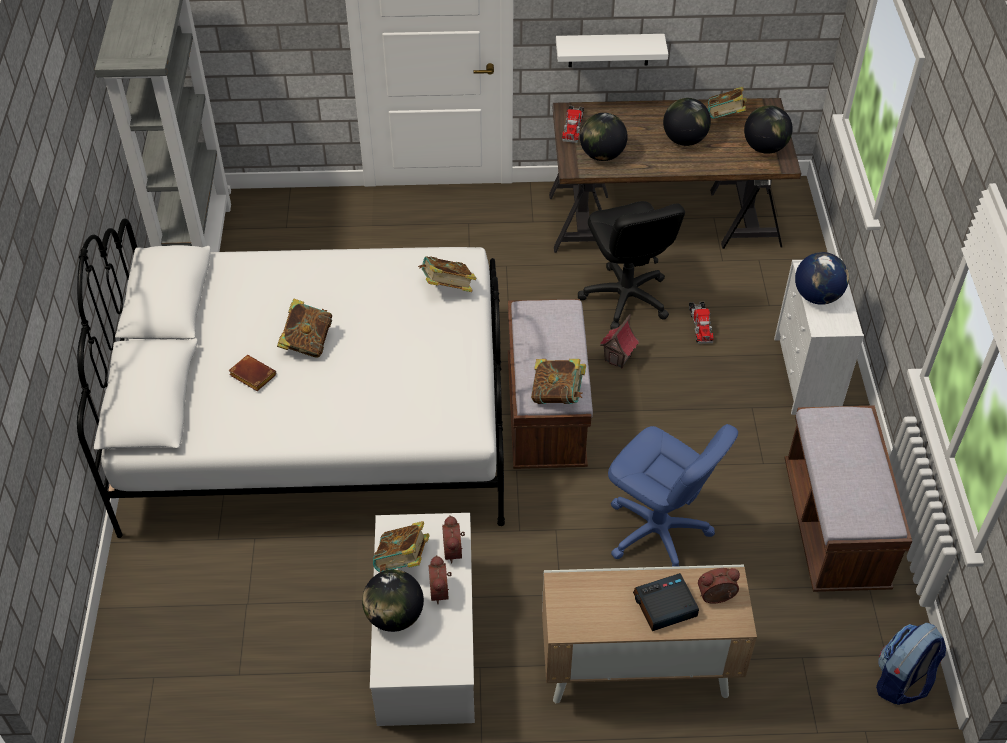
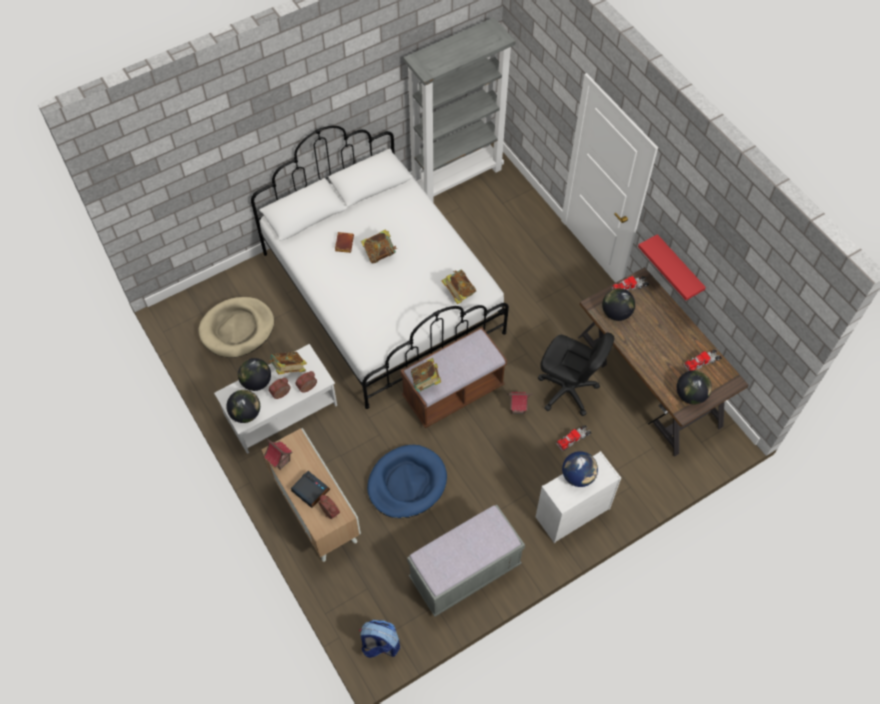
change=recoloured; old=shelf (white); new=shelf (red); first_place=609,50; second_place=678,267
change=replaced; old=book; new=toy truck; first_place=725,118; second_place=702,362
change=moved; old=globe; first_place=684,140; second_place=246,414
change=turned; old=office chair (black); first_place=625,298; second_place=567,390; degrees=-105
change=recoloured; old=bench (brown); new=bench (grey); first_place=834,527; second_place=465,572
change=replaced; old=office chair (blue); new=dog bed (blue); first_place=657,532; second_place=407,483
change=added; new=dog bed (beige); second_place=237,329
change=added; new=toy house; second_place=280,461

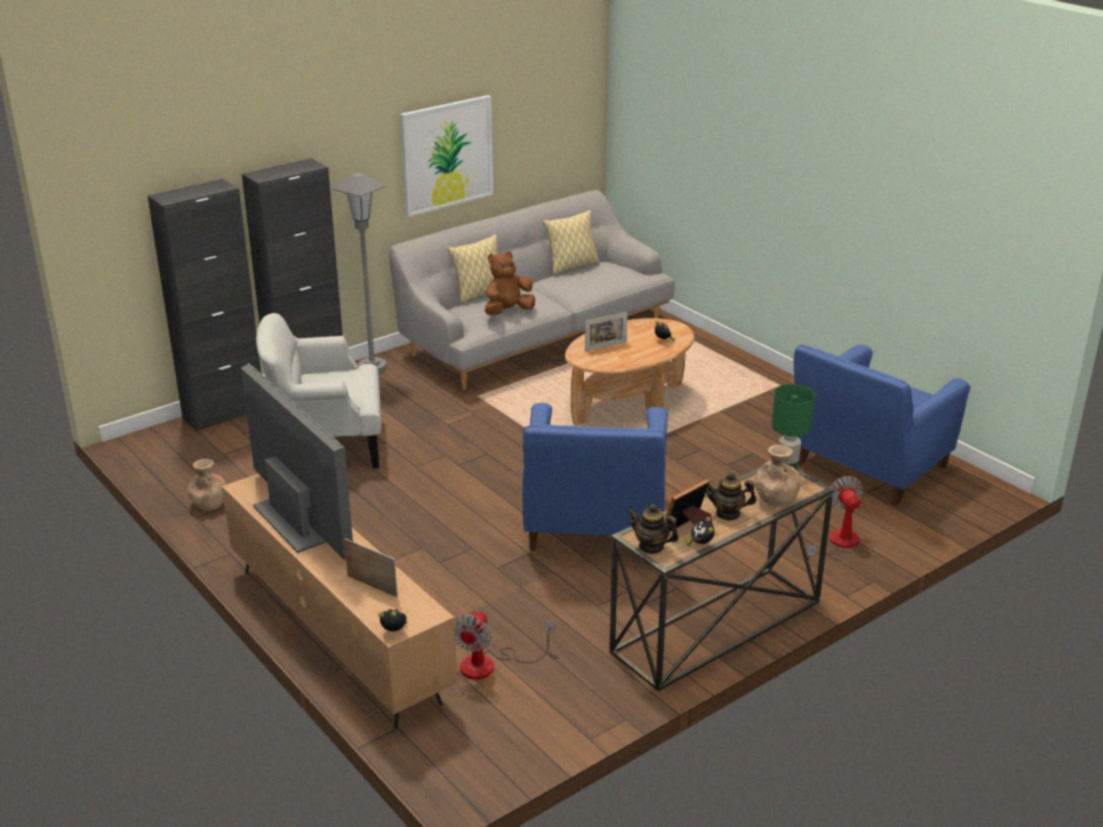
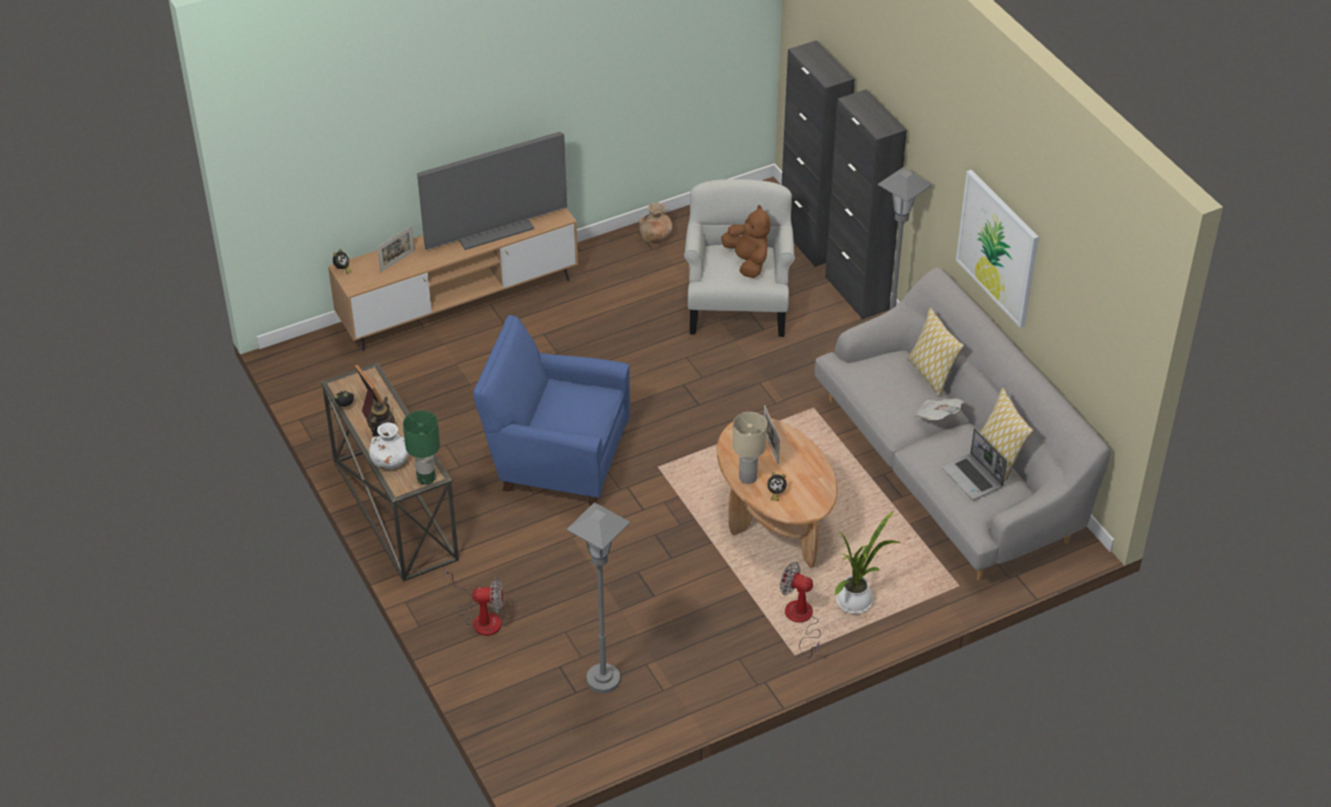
change=moved; old=plush toy (brown); first_place=508,311; second_place=748,262
change=replaced; old=armchair (blue); new=floor lamp (grey); first_place=866,468; second_place=603,679
change=recoloured; old=vase (brown); new=vase (white); first_place=775,499; second_place=391,462
change=removed; old=teapot; first_place=651,546
change=moved; old=fan; first_place=489,665; second_place=801,620
change=added; new=newspaper; second_place=937,417
change=added; new=table lamp (beige); second_place=747,477
change=added; new=laptop; second_place=973,478
change=added; new=potted plant; second_place=857,601

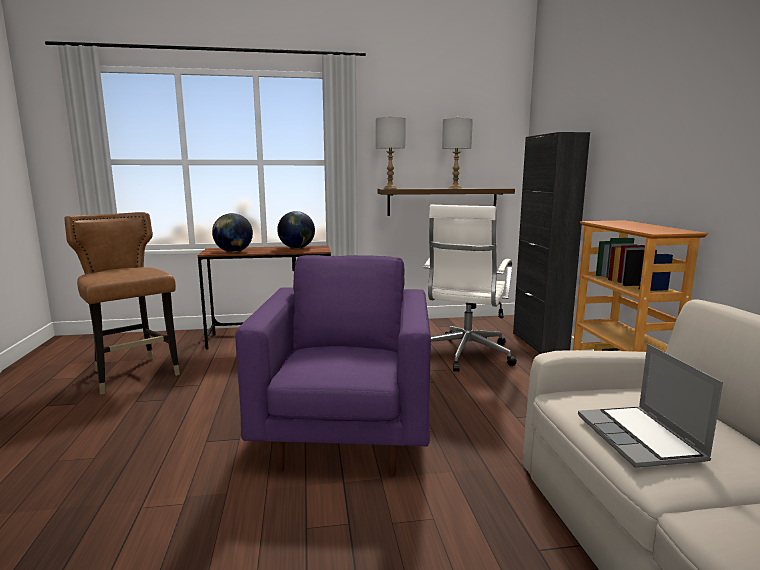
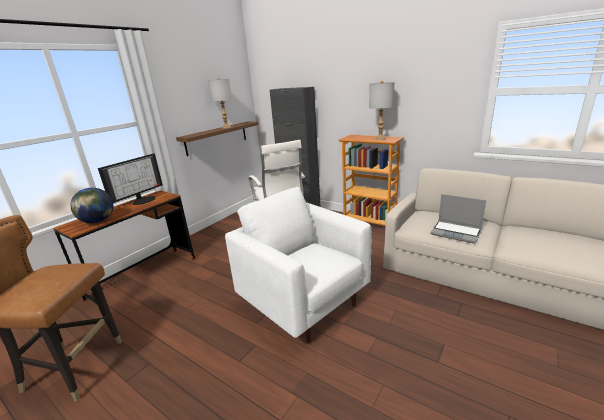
change=moved; old=table lamp (grey); first_place=390,188; second_place=380,138
change=replaced; old=globe; new=monitor; first_place=297,248; second_place=143,200
change=recoloured; old=armchair (purple); new=armchair (white); first_place=345,436; second_place=304,303

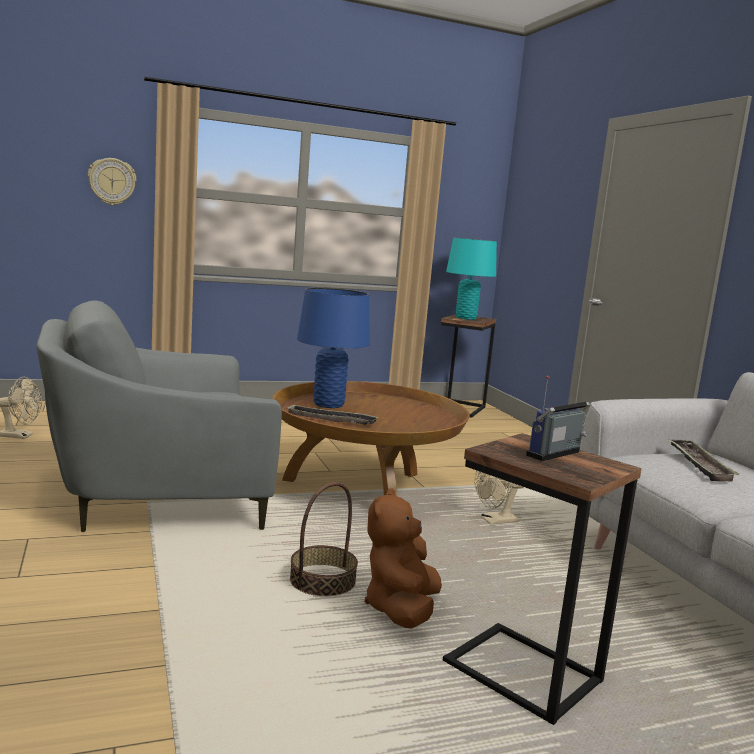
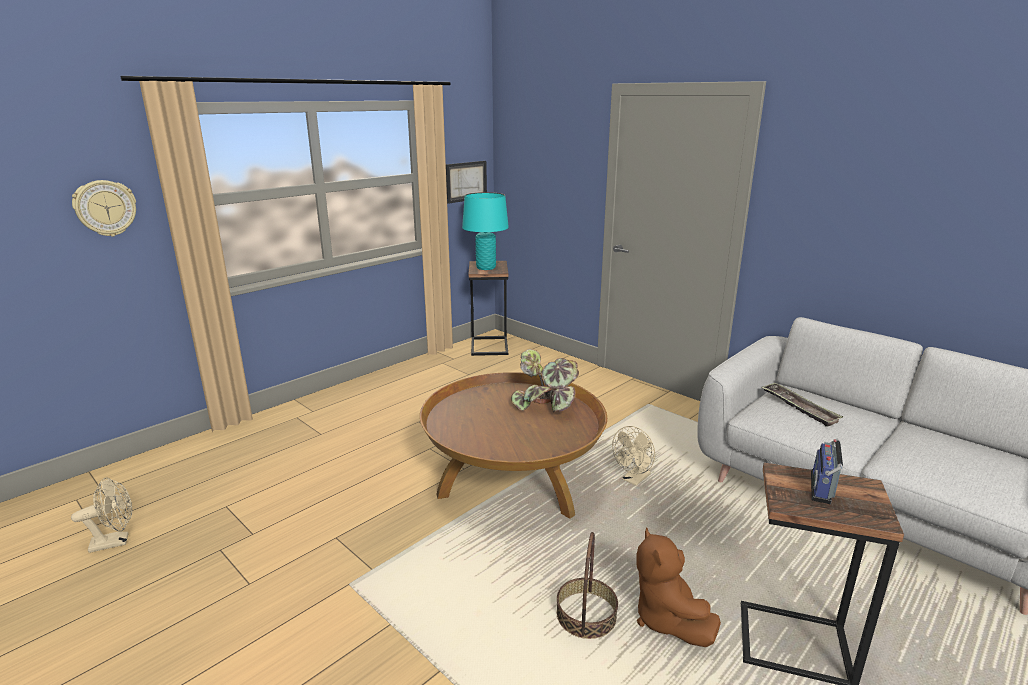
change=removed; old=table lamp (blue); first_place=328,404
change=removed; old=armchair (grey); first_place=157,499
change=removed; old=tray; first_place=331,420
change=added; new=picture; second_place=466,181
change=added; new=potted plant; second_place=546,406

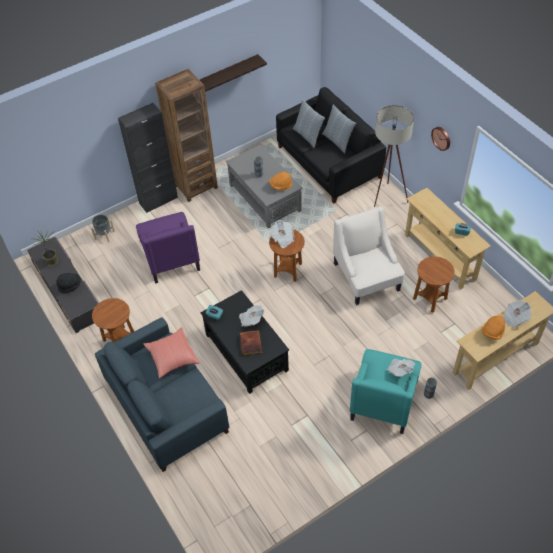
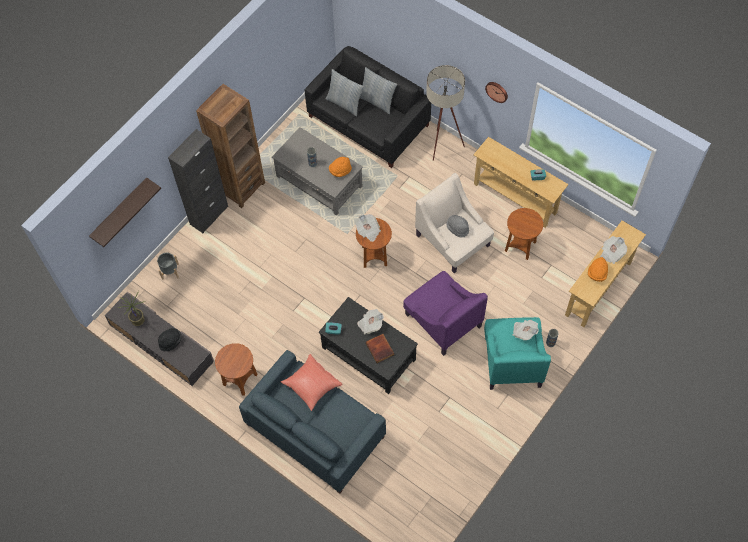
change=moved; old=shelf; first_place=227,74; second_place=120,211
change=moved; old=armchair (purple); first_place=170,256; second_place=442,319
change=added; new=hat (grey); second_place=457,228

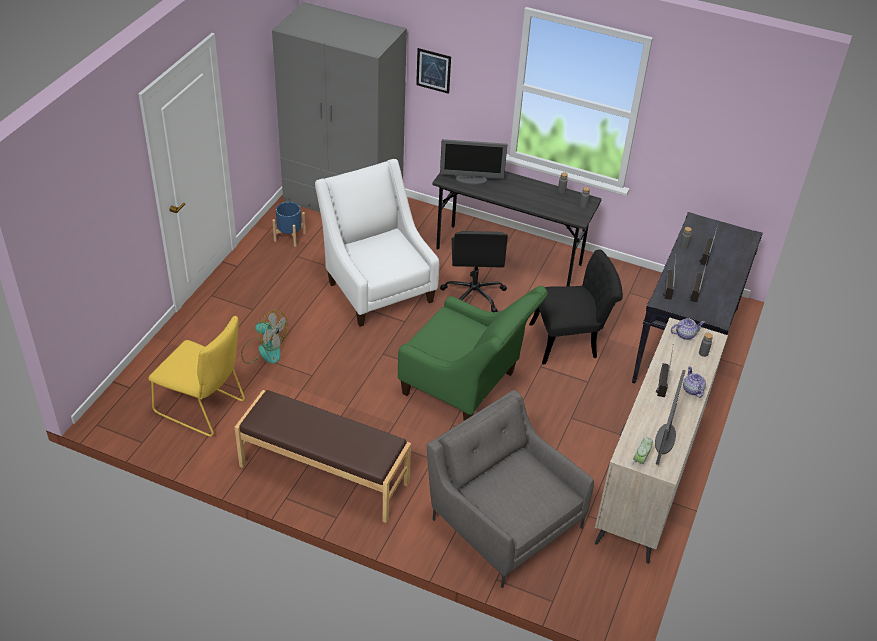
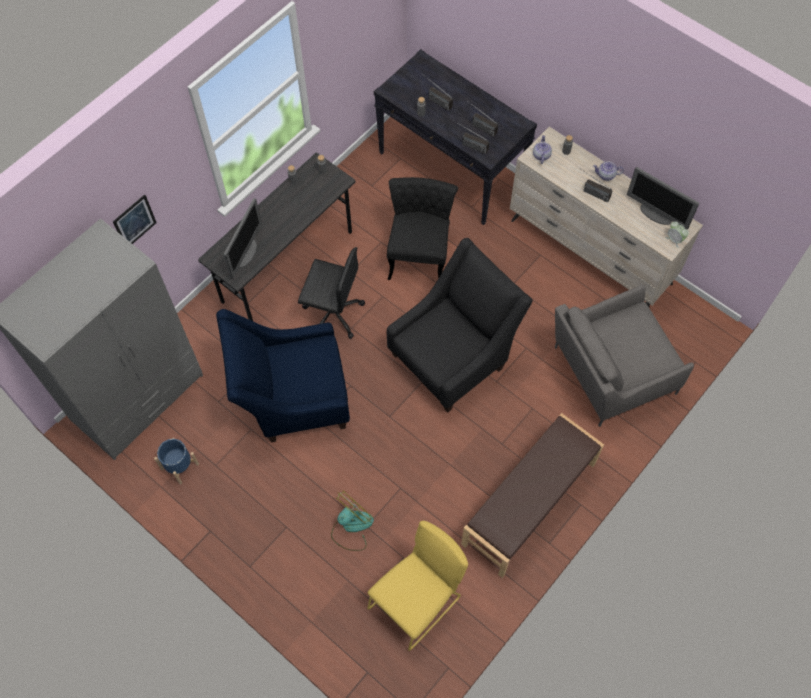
change=recoloured; old=armchair (white); new=armchair (blue); first_place=377,287; second_place=292,398
change=recoloured; old=armchair (green); new=armchair (black); first_place=466,387; second_place=454,357

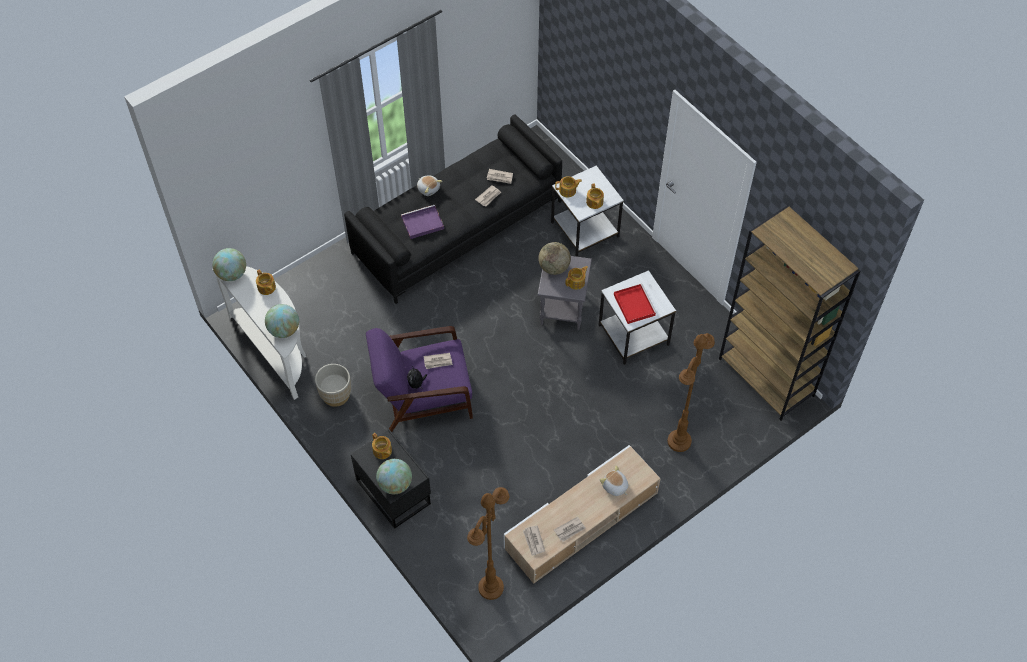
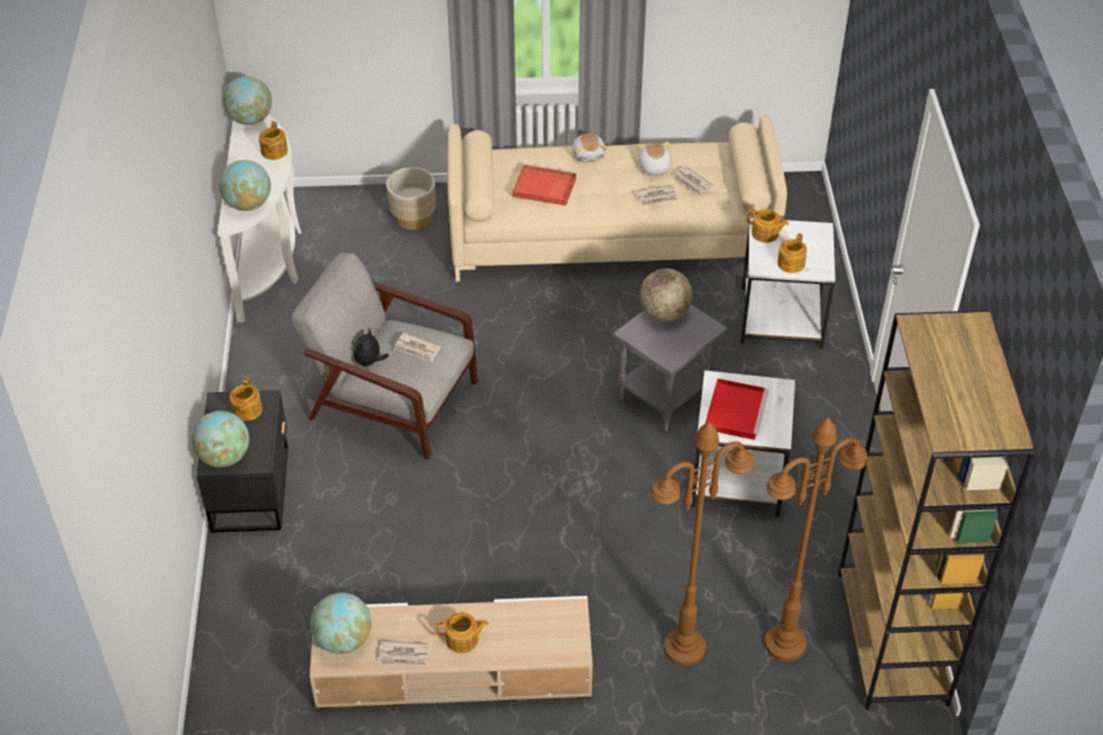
change=recoloured; old=sofa (black); new=sofa (beige); first_place=457,227; second_place=612,235
change=recoloured; old=tray (purple); new=tray (red); first_place=422,223; second_place=543,187
change=moved; old=teapot; first_place=576,282; second_place=463,640
change=recoloured; old=armchair (purple); new=armchair (grey); first_place=422,395; second_place=391,399
change=moved; old=planter (beige); first_place=336,395; second_place=413,217
change=moved; old=plush toy; first_place=614,486; second_place=654,168
change=moved; old=floor lamp (brown); first_place=491,588; second_place=785,644
change=replaced; old=newspaper; new=globe; first_place=533,541; second_place=343,640

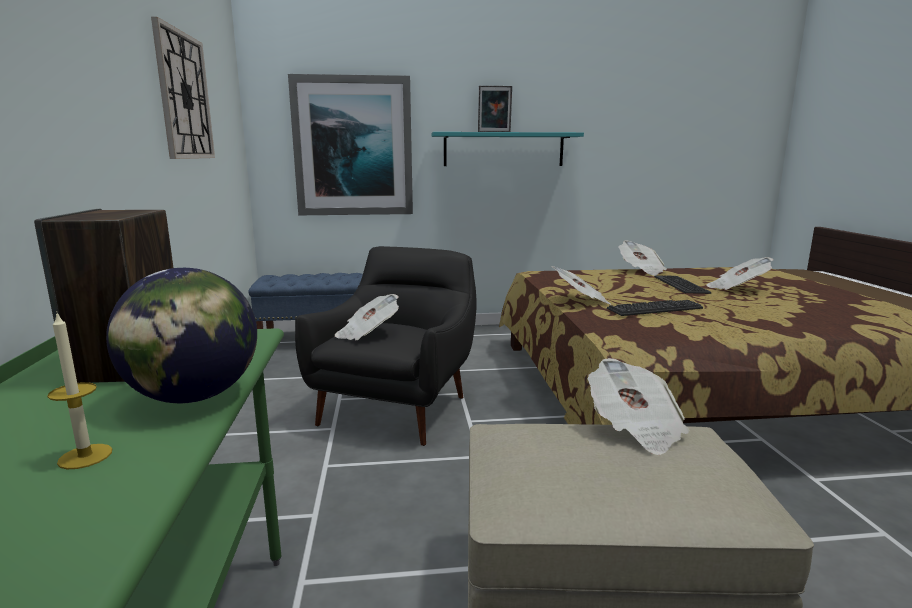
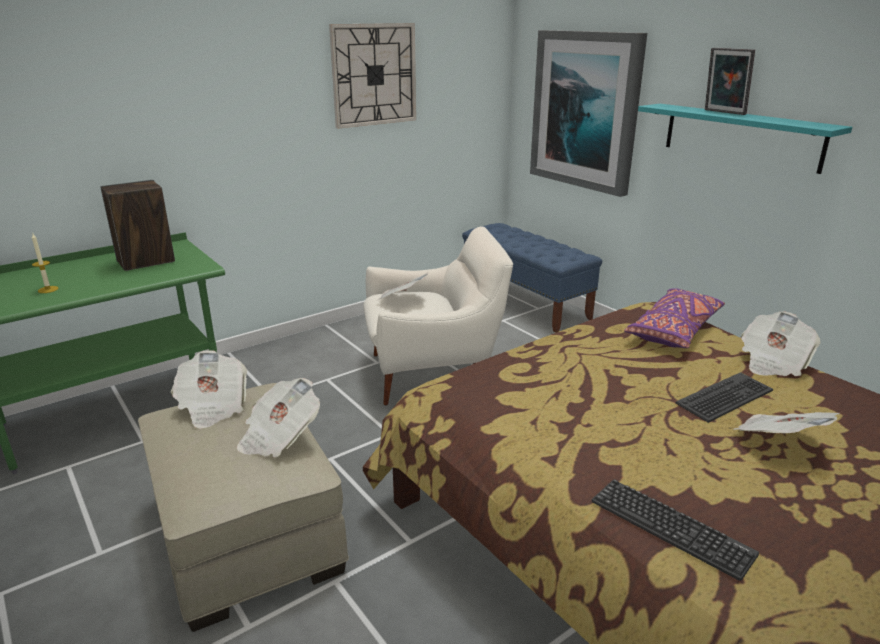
change=recoloured; old=armchair (black); new=armchair (white); first_place=396,407; second_place=433,373
change=moved; old=newspaper; first_place=581,301; second_place=213,406
change=removed; old=globe; first_place=193,397
change=moved; old=keyboard; first_place=654,309; second_place=670,527
change=added; new=pillow (purple); second_place=674,330

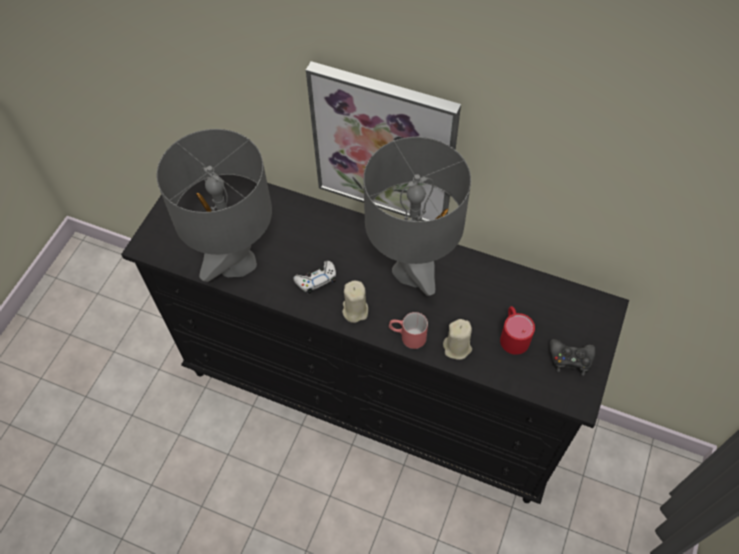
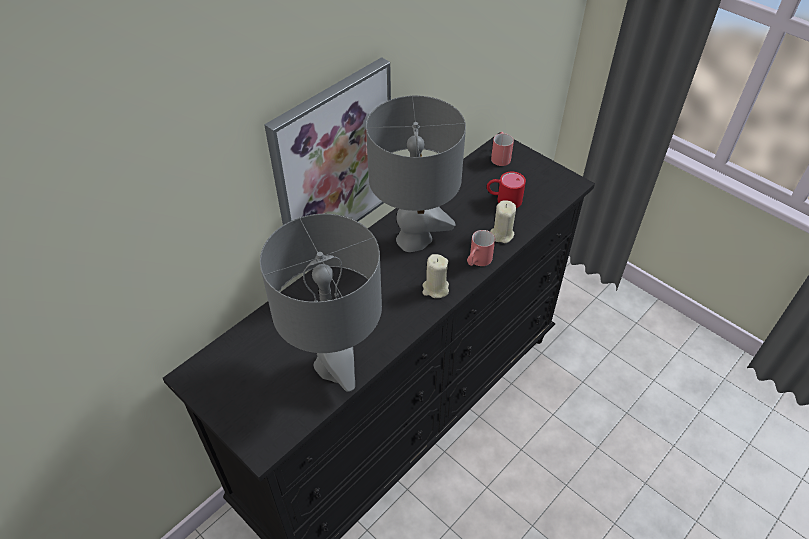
change=removed; old=game controller (white); first_place=316,279
change=removed; old=game controller (black); first_place=570,359
change=added; new=mug (red); second_place=500,156

